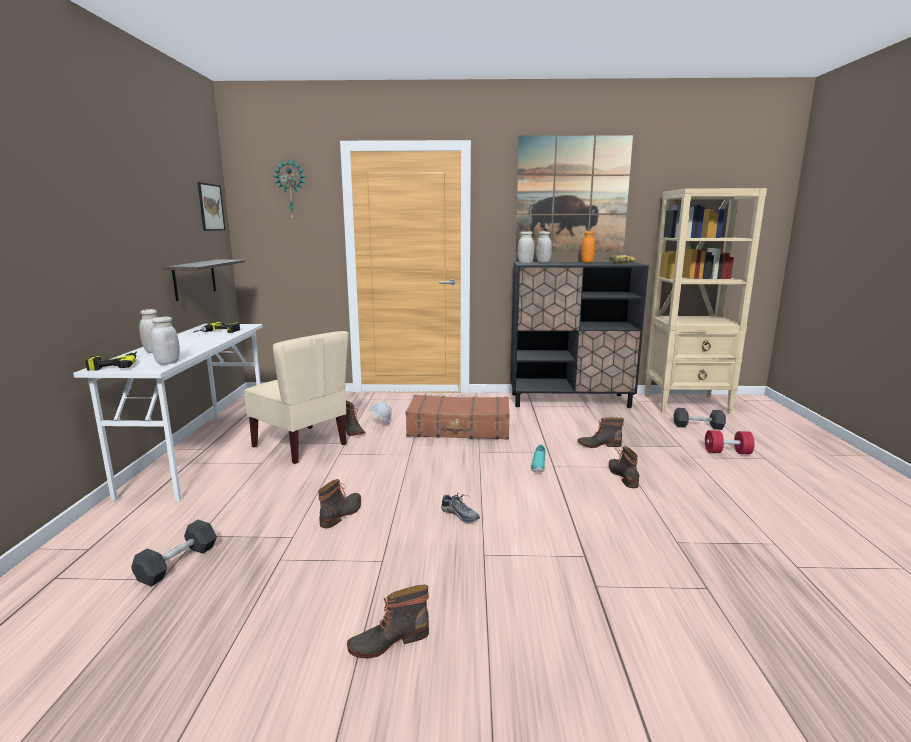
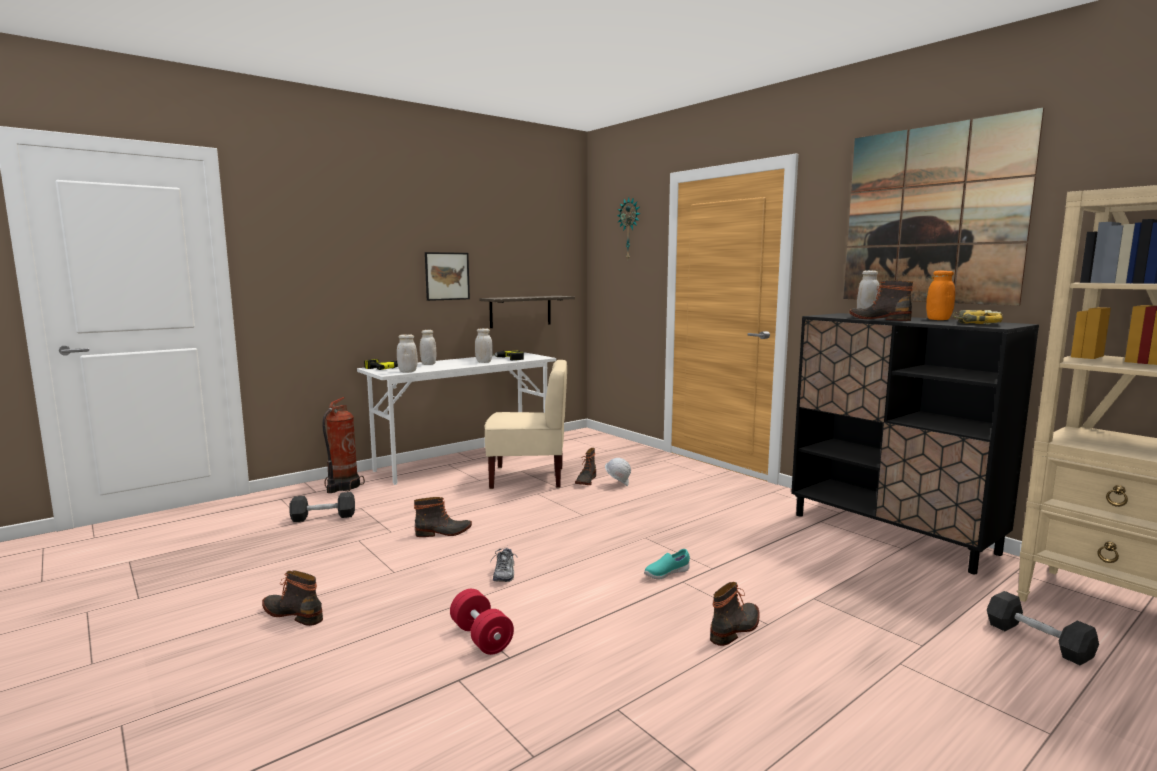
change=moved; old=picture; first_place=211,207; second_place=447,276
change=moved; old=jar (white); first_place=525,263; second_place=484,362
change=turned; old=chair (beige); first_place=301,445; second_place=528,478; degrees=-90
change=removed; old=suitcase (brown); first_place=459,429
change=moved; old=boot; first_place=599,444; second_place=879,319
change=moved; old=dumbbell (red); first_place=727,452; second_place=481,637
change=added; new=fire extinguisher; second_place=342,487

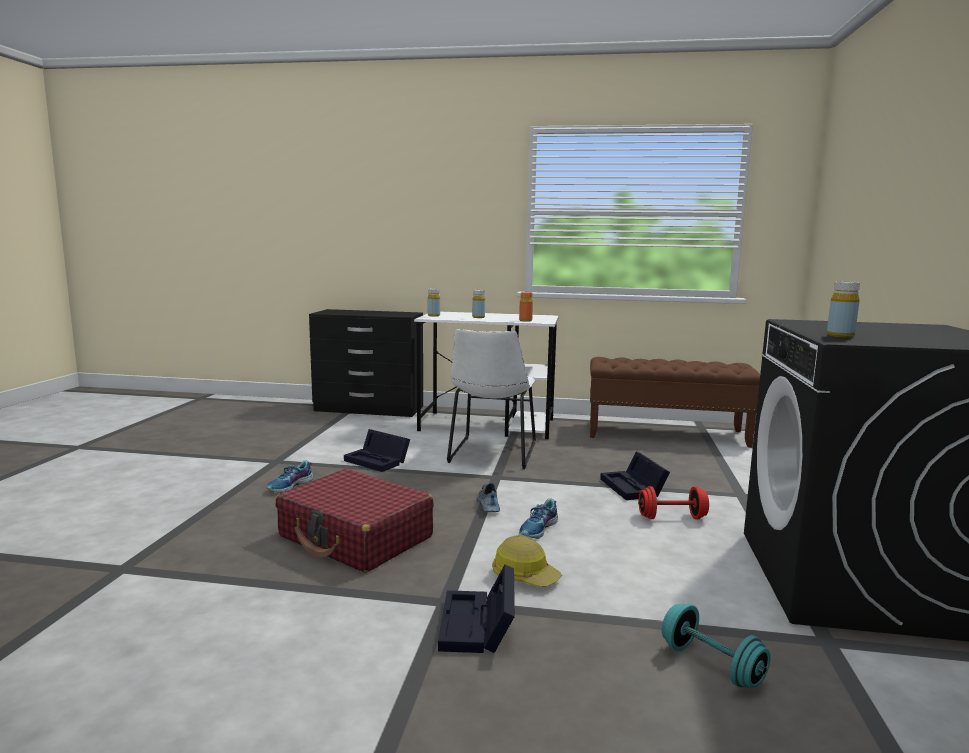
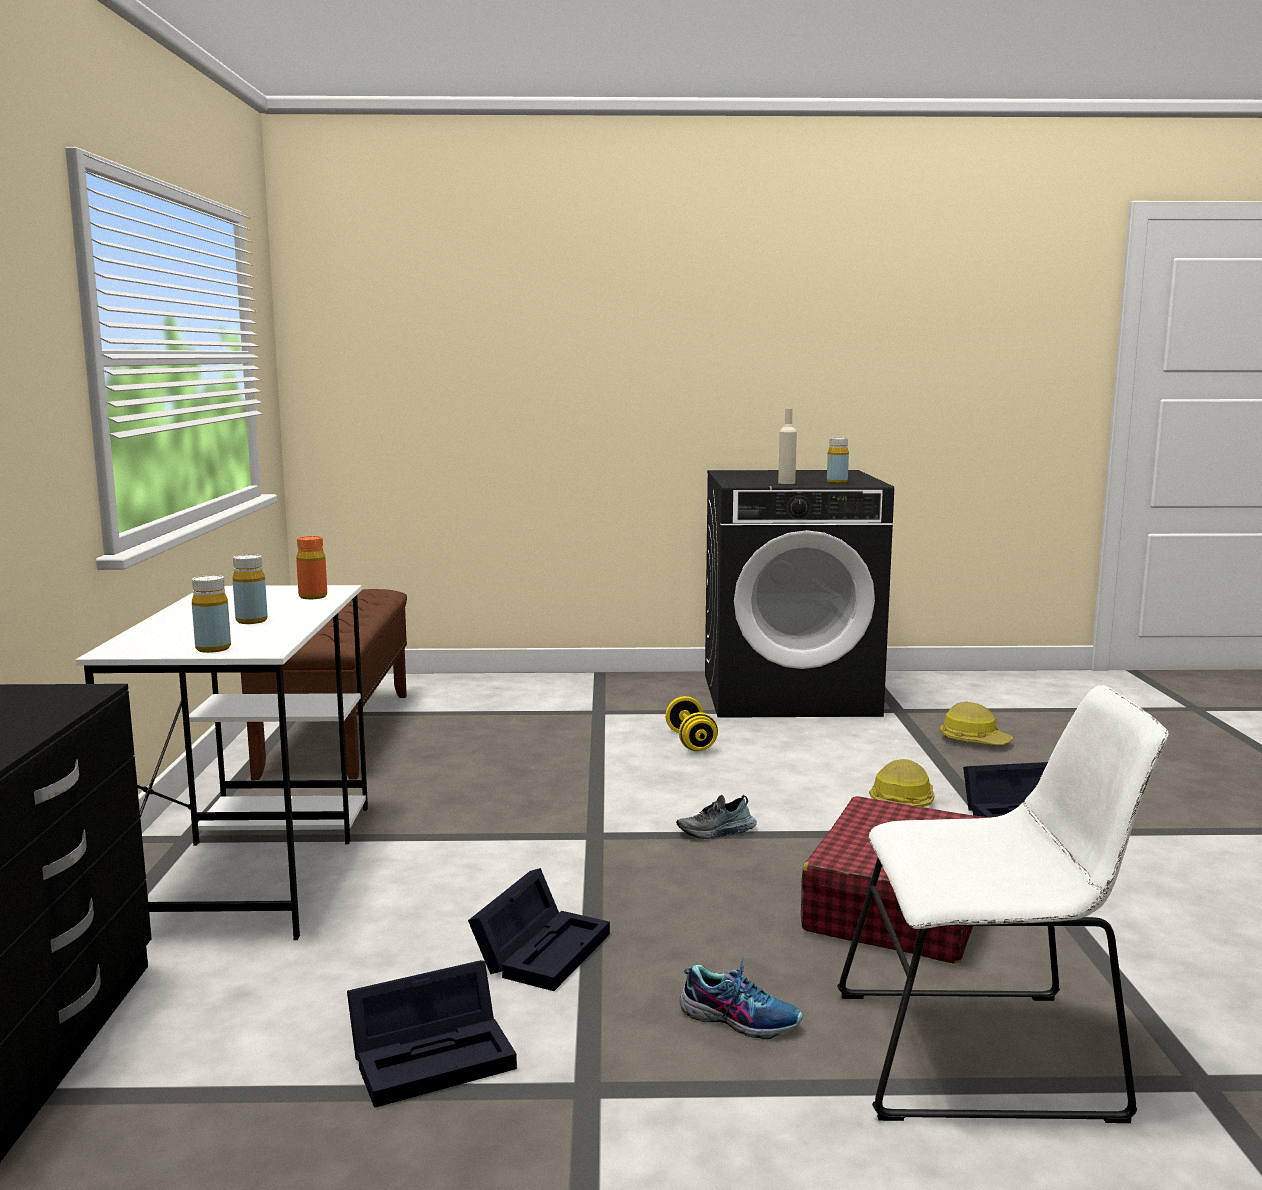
change=moved; old=chair (white); first_place=492,454; second_place=988,1054
change=moved; old=storage box (black); first_place=634,488; second_place=436,1055
change=recoloured; old=dumbbell (red); new=dumbbell (yellow); first_place=672,517; second_place=690,741
change=removed; old=shoe; first_place=539,529
change=replaced; old=dumbbell (turquoise); new=hard hat; first_place=711,665; second_place=974,740
change=added; new=bottle (beige); second_place=786,483

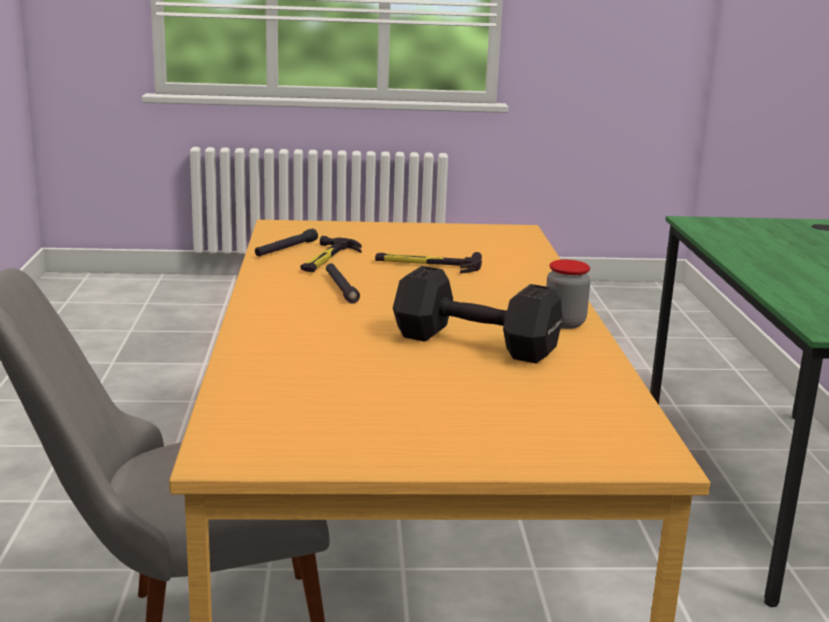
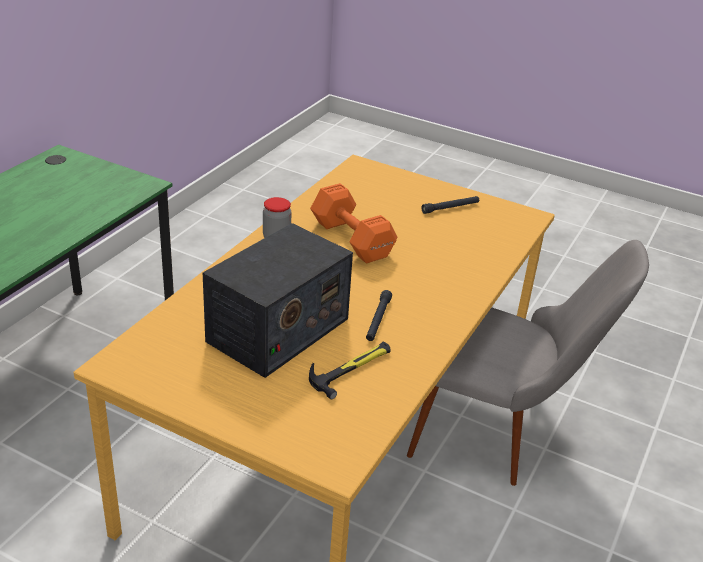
change=moved; old=flashlight (black); first_place=286,249; second_place=450,208
change=replaced; old=hammer; new=radio; first_place=428,265; second_place=277,330
change=recoloured; old=dumbbell (black); new=dumbbell (orange); first_place=478,345; second_place=351,238

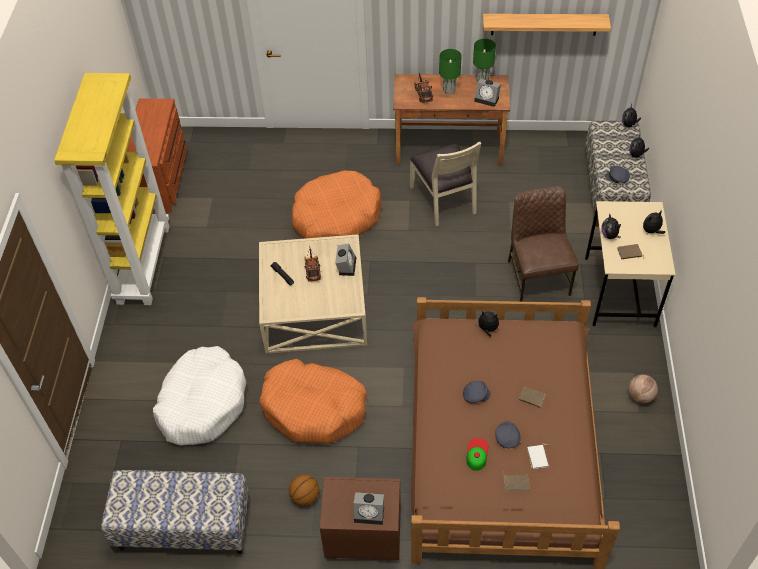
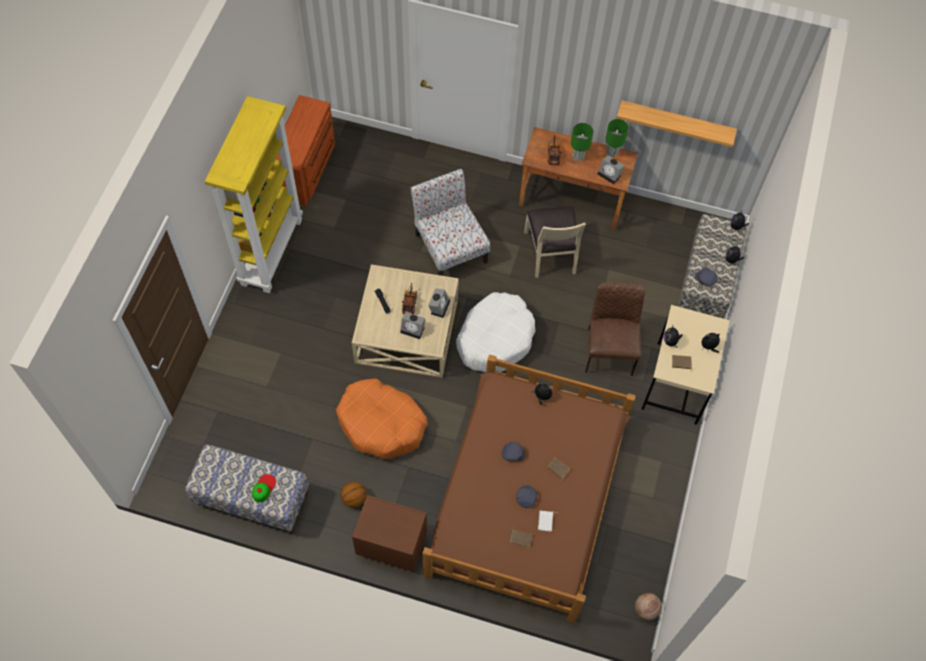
change=replaced; old=dog bed (orange); new=chair; first_place=336,217; second_place=449,246
change=moved; old=dog bed (white); first_place=202,403; second_place=495,338
change=moved; old=basketball; first_place=640,396; second_place=646,609
change=moved; old=cap; first_place=477,454; second_place=263,488
change=moved; old=alarm clock; first_place=370,513; second_place=413,329

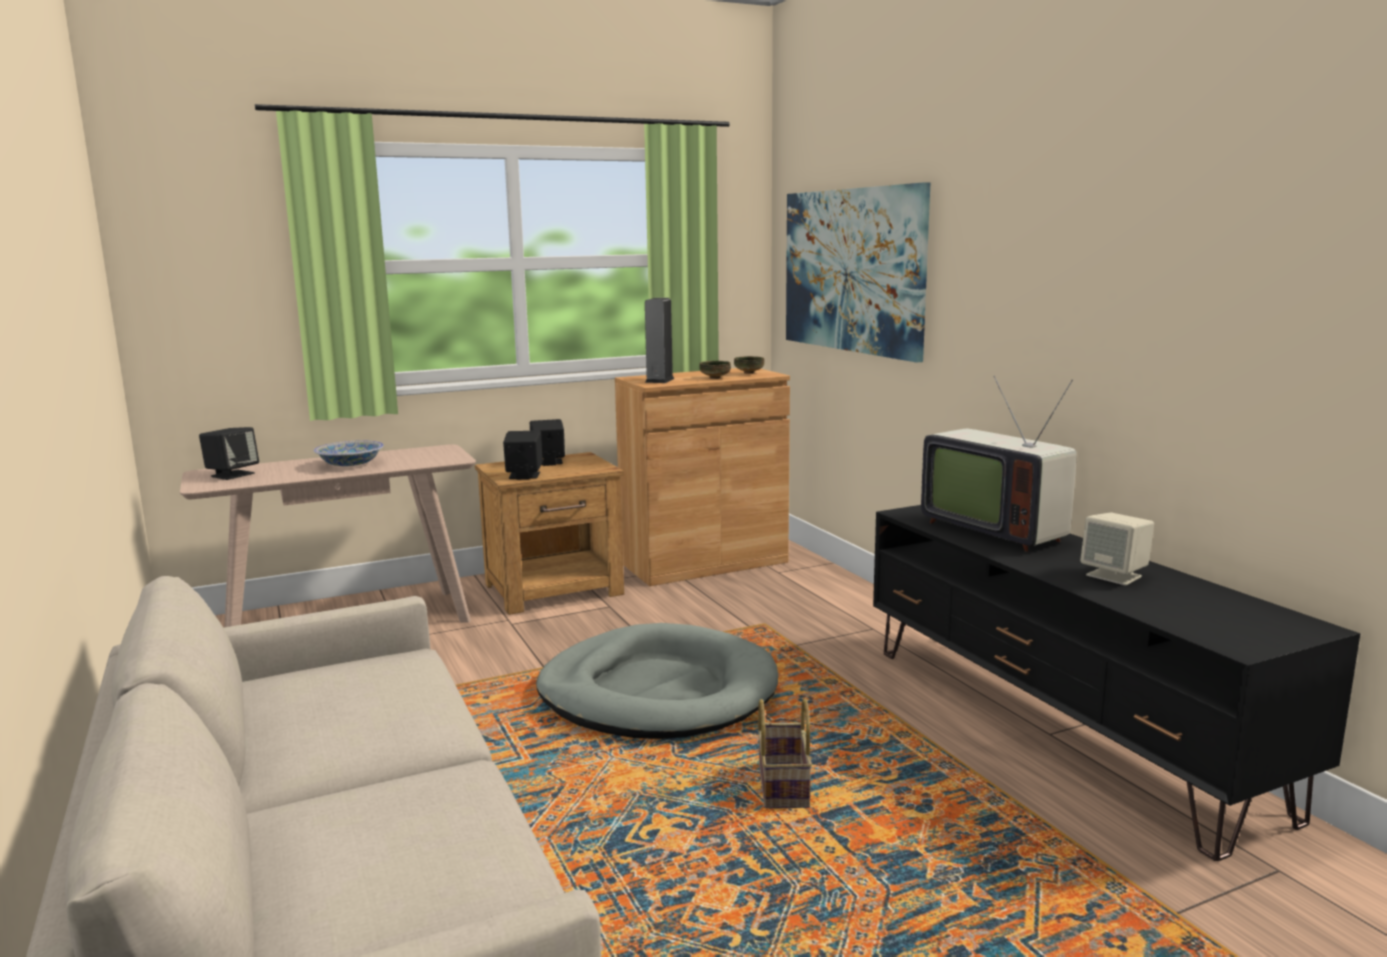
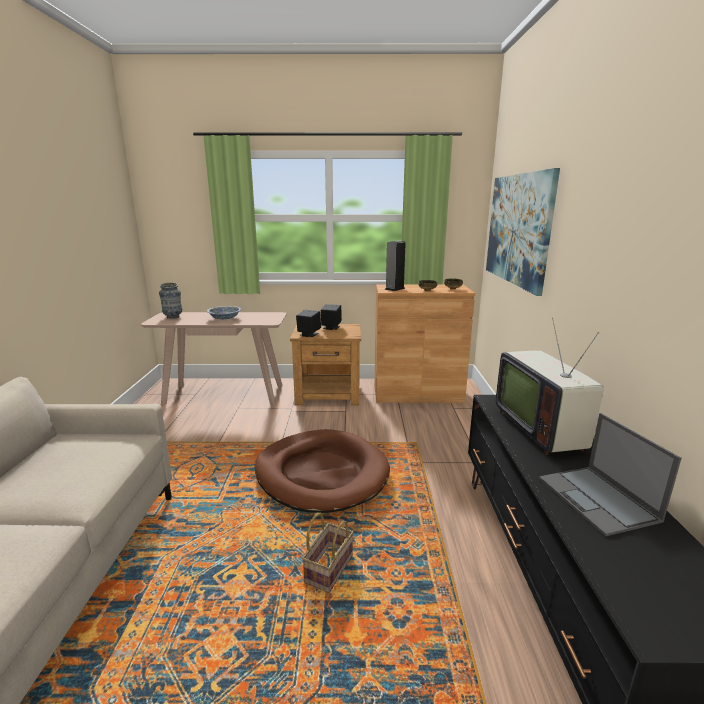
change=replaced; old=speaker (black); new=vase; first_place=232,475; second_place=173,317
change=replaced; old=speaker (beige); new=laptop; first_place=1115,576; second_place=598,500
change=recoloured; old=dog bed (grey); new=dog bed (brown); first_place=658,691; second_place=321,474

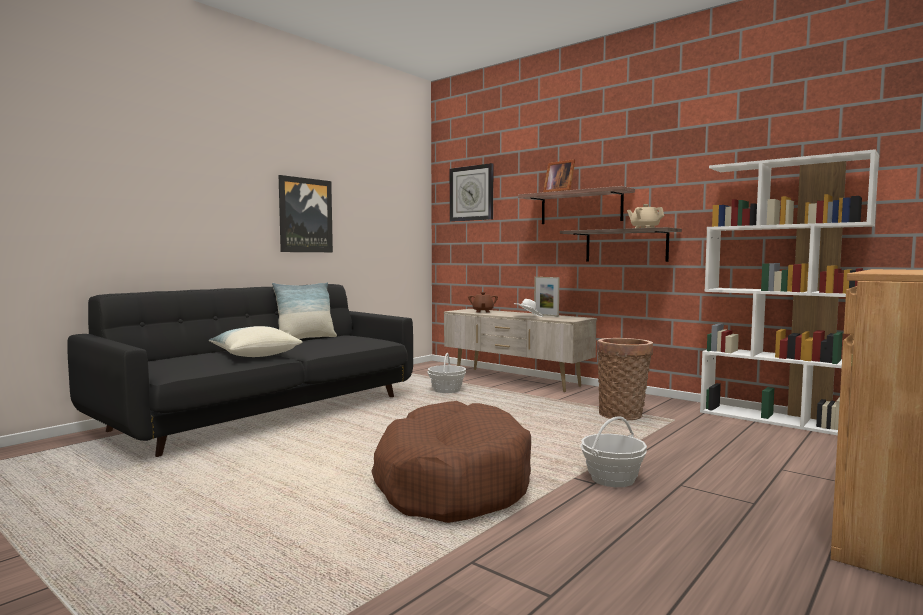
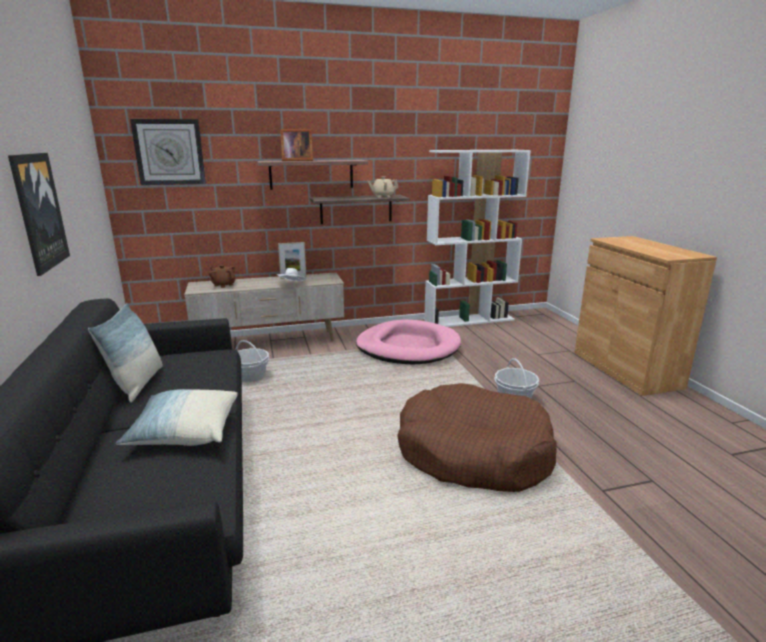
change=replaced; old=basket; new=dog bed (pink); first_place=622,414; second_place=408,347

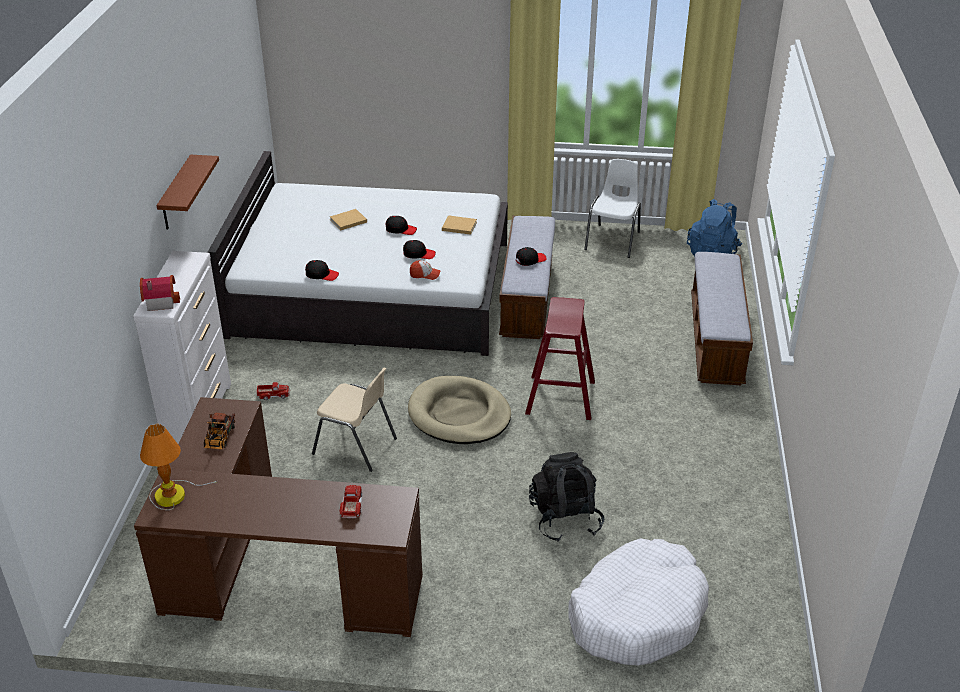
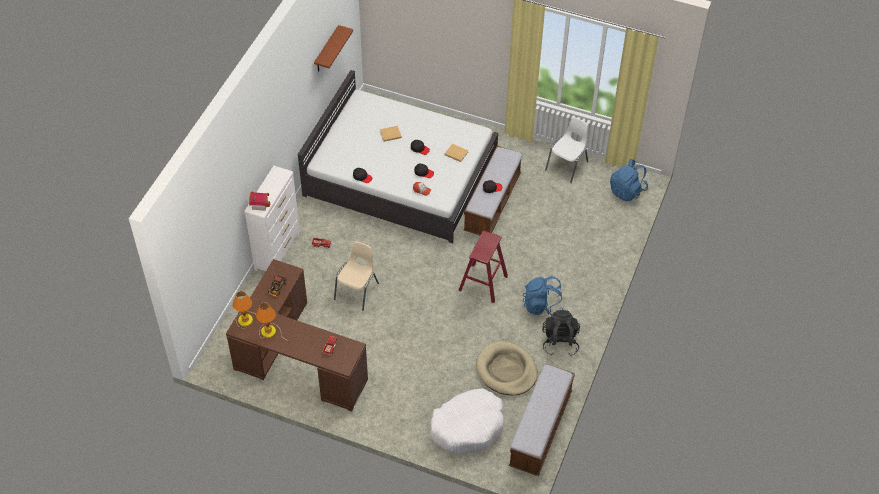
change=moved; old=shelf (brown); first_place=176,194; second_place=326,50
change=moved; old=bench; first_place=715,340; second_place=540,430
change=turned; old=chair (beige); first_place=356,446; second_place=357,291; degrees=-105
change=moved; old=dog bed (beige); first_place=459,414; second_place=506,370
change=moved; old=backpack (black); first_place=565,518; second_place=560,342
change=added; new=backpack (blue); second_place=542,305
change=added; new=table lamp; second_place=270,332

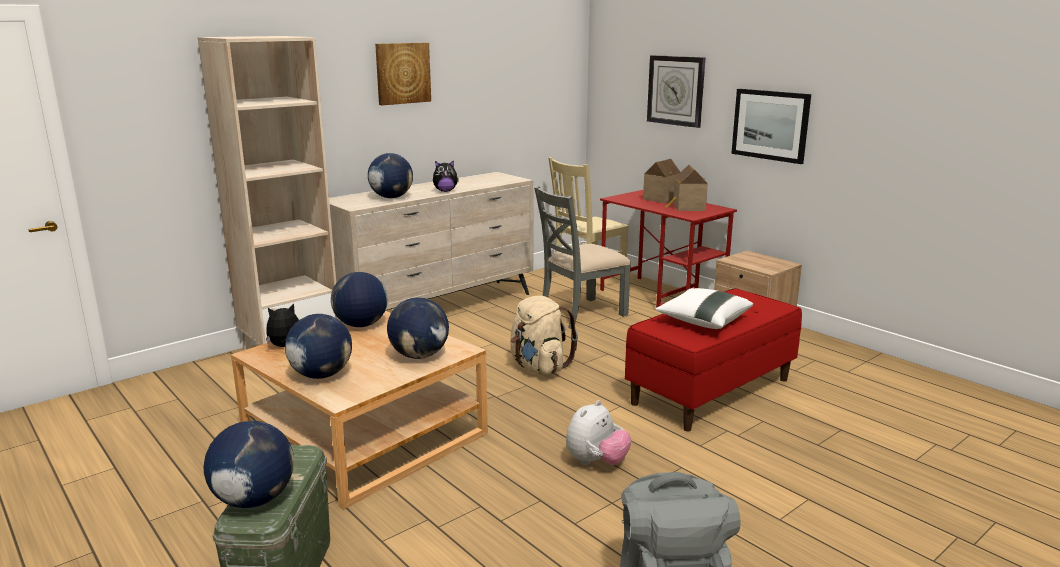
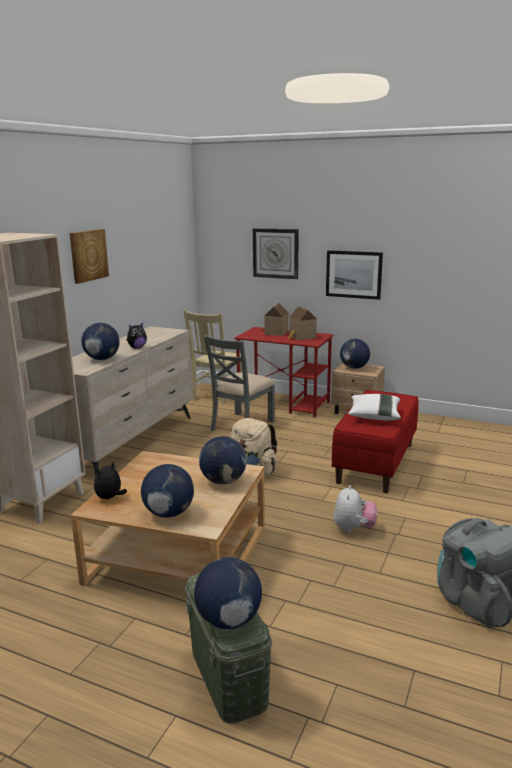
change=moved; old=globe; first_place=361,325; second_place=354,368

